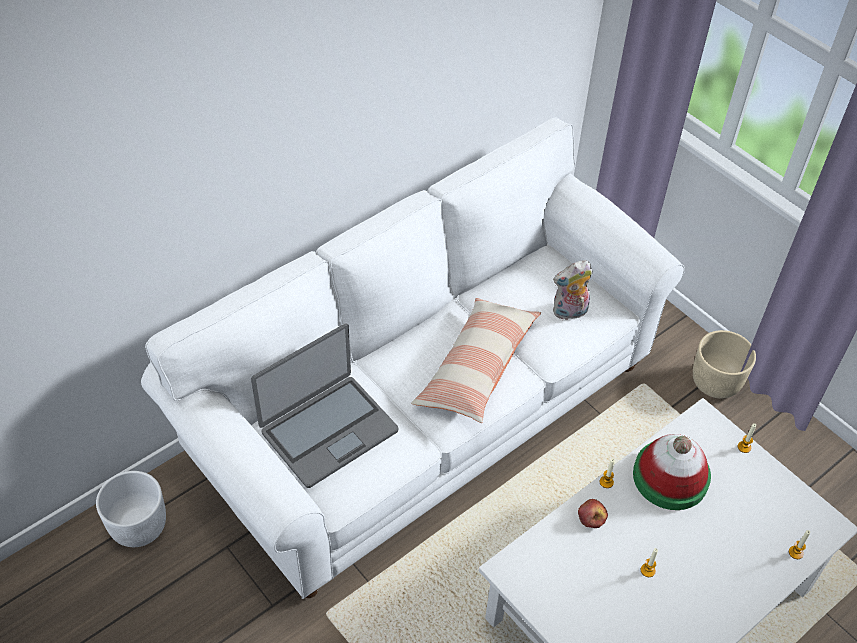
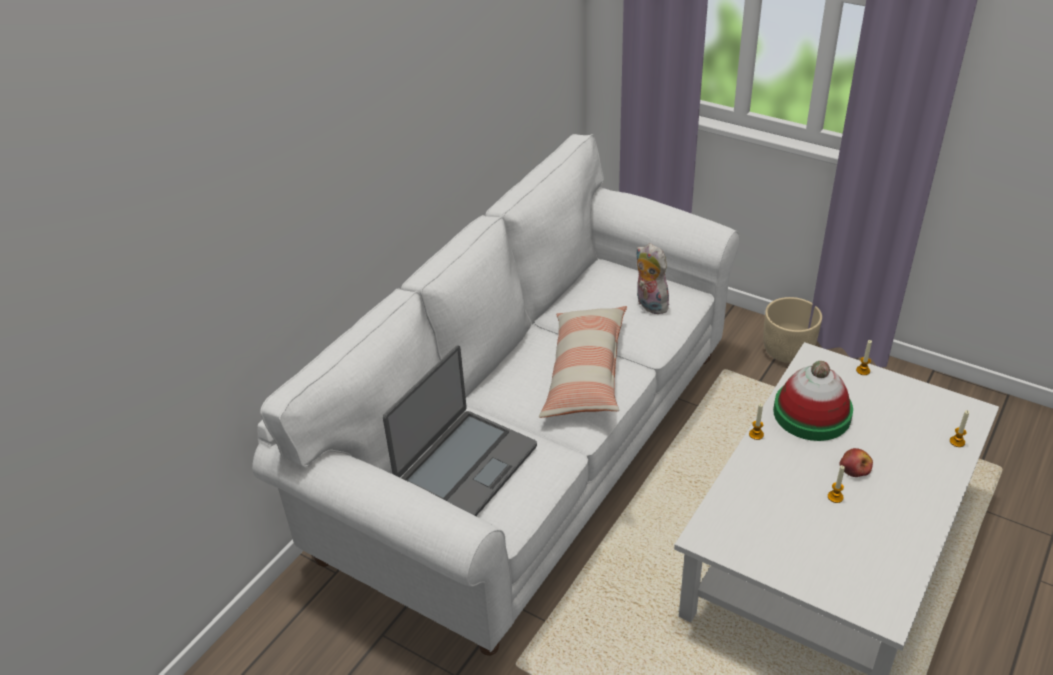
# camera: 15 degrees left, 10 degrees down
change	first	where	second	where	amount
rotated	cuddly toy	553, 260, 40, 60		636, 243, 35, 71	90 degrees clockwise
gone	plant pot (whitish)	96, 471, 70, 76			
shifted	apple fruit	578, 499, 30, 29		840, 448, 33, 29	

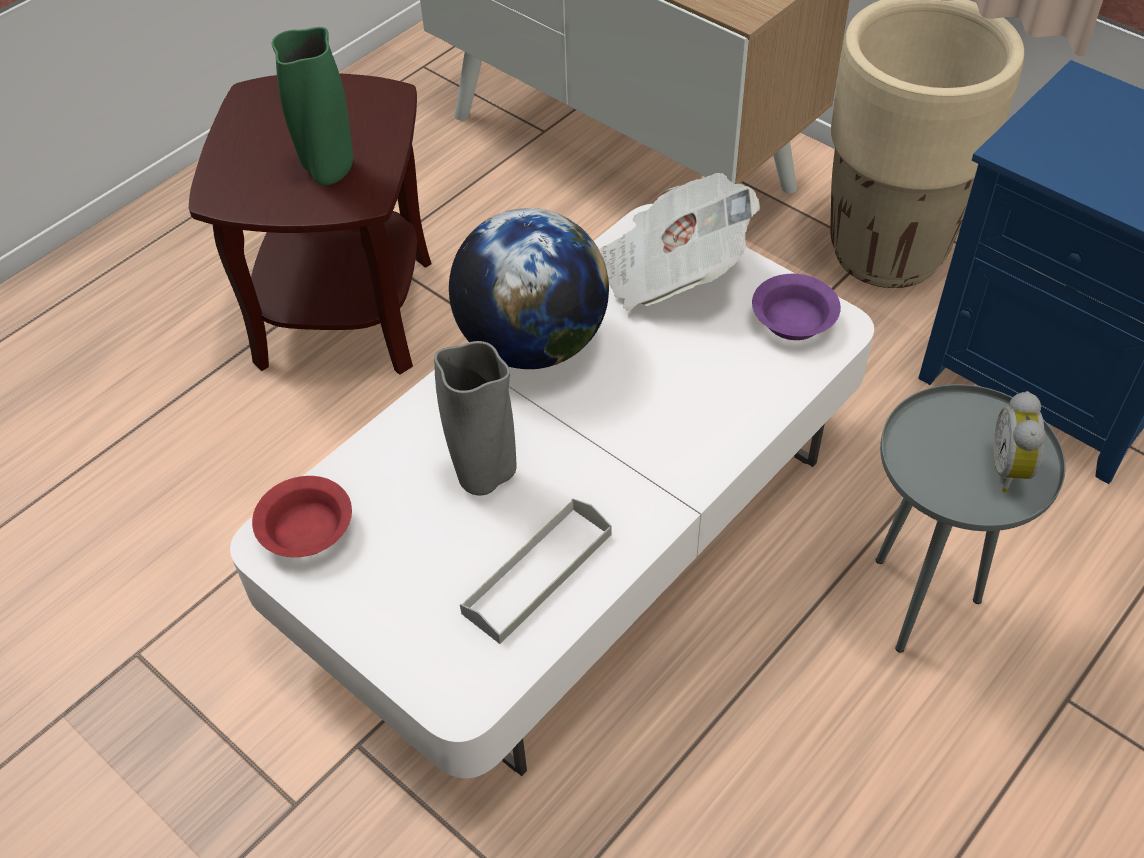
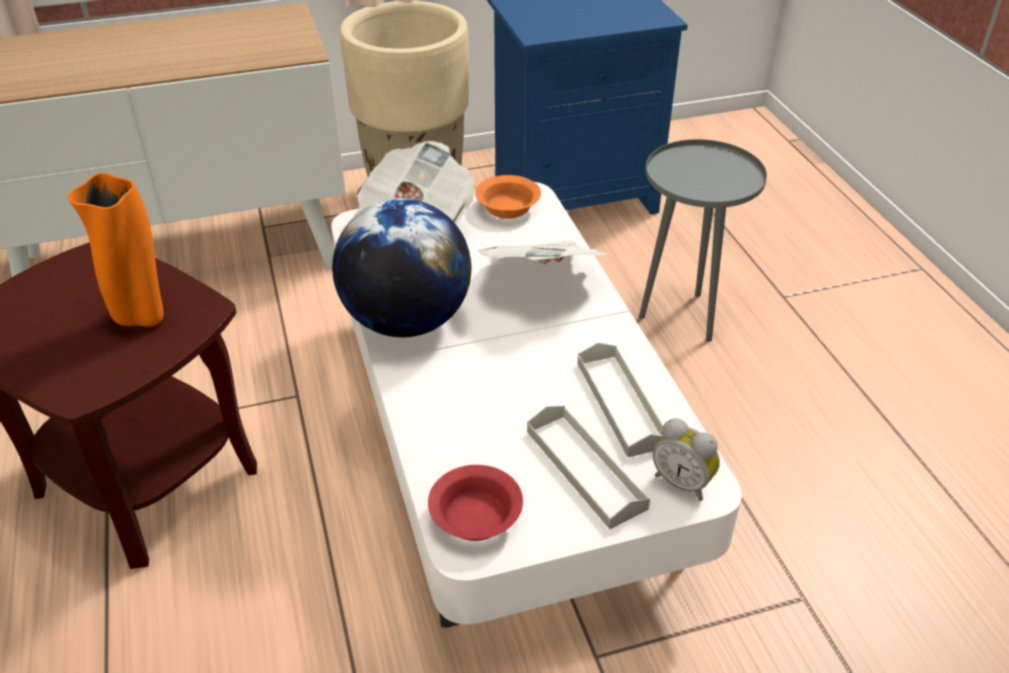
# camera: 60 degrees left, 10 degrees down
change	first	where	second	where	amount
repainted	vase (greenish)	272, 27, 81, 158	vase (orange)	68, 173, 96, 154	
repainted	serving bowl (purple-coloured)	752, 274, 89, 66	serving bowl (orange)	475, 175, 66, 44	
gone	vase (grey)	434, 341, 83, 154			
shifted	bedside clock	994, 391, 52, 101		653, 418, 67, 83	
new			newspaper	478, 241, 131, 23	
new			tray (grey)	527, 406, 123, 123	

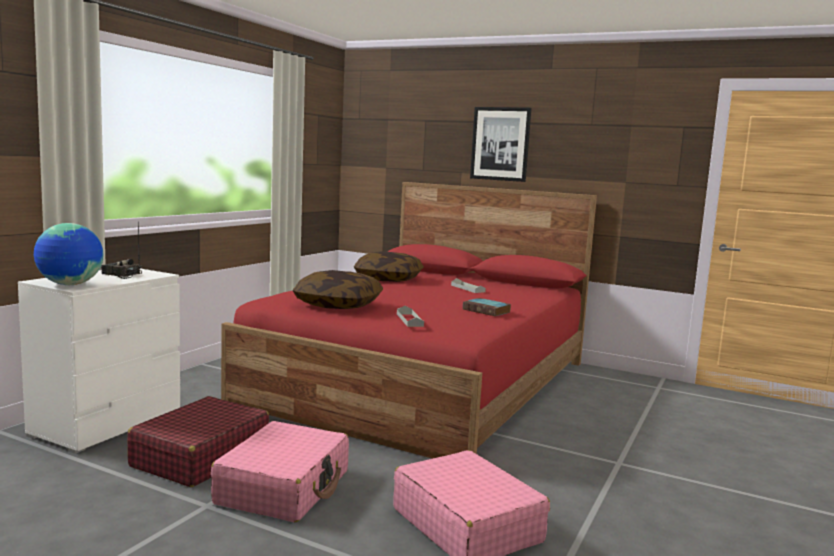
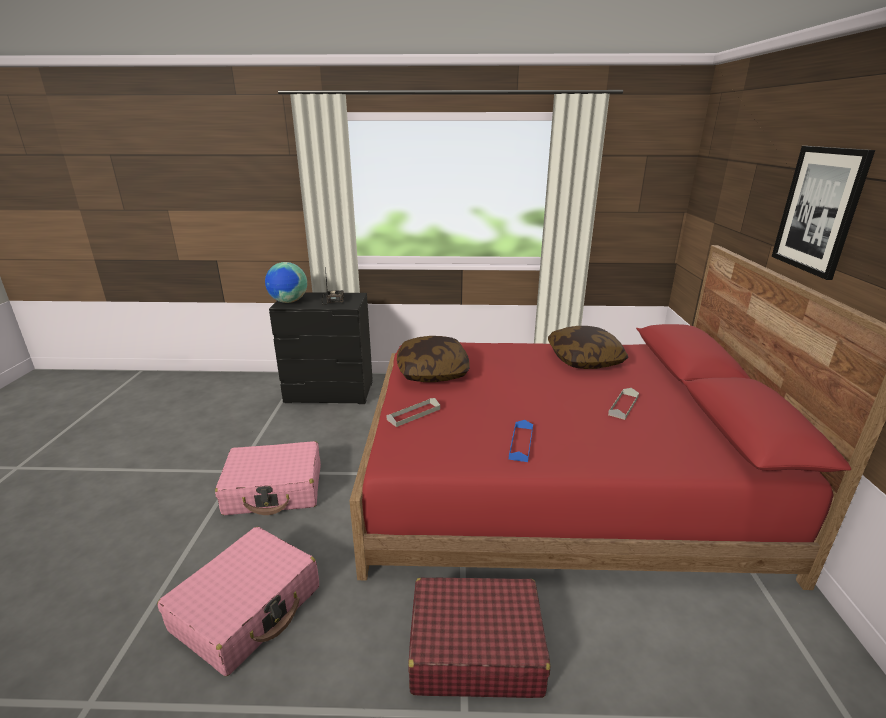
# camera: 65 degrees right, 15 degrees up
change	first	where	second	where	amount
repainted	dresser (whitish)	18, 269, 162, 185	dresser (blackish)	269, 292, 104, 112	
swapped	book	463, 298, 48, 18	tray (blue)	509, 420, 24, 42	
shifted	suitcase (reddish)	127, 396, 142, 91		408, 578, 143, 120	

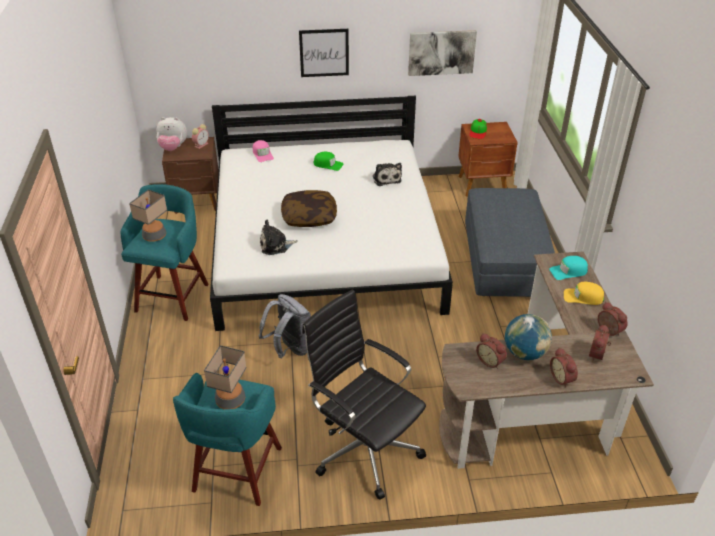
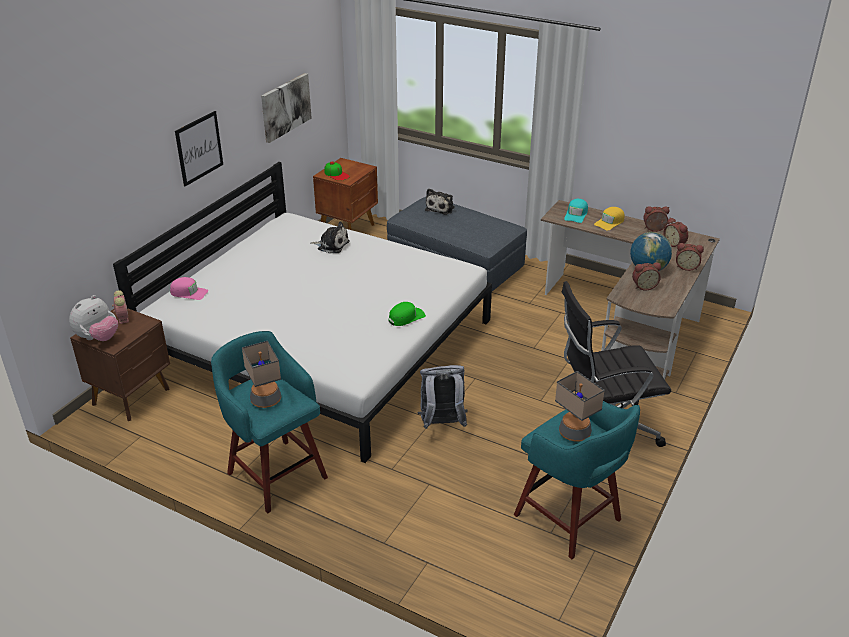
# camera: 55 degrees left, 5 degrees down
change	first	where	second	where	amount
shifted	cap (greenish)	313, 152, 30, 19		389, 302, 37, 24	
gone	throw pillow	281, 190, 56, 37			
shifted	cuddly toy	260, 219, 38, 36		425, 188, 30, 27	

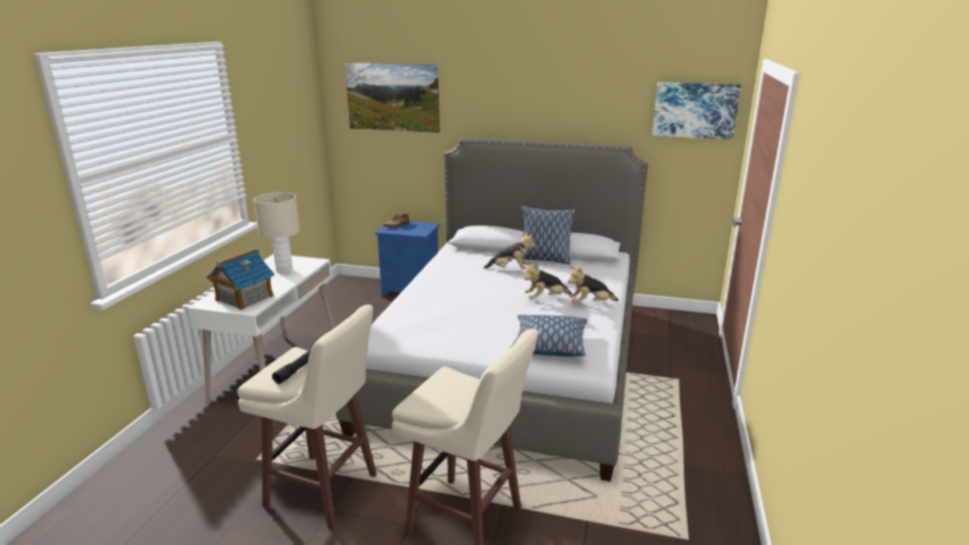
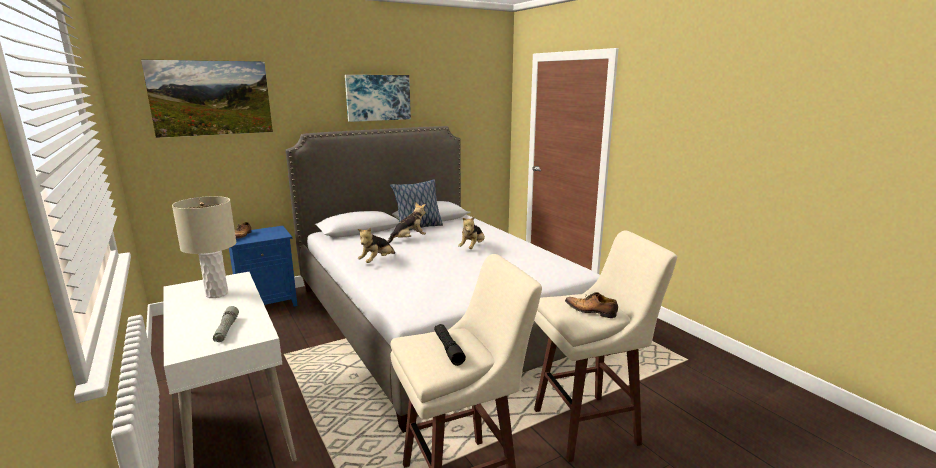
# camera: 45 degrees left, 5 degrees down
change	first	where	second	where	amount
shifted	wall picture	652, 82, 89, 57		345, 75, 66, 47	
swapped	miniature house	207, 248, 67, 62	flashlight (grey)	213, 306, 26, 36	
shifted	cuddly toy	568, 266, 51, 38		358, 227, 37, 36	
gone	throw pillow	510, 315, 77, 42			
new			item of footwear	565, 292, 53, 26	

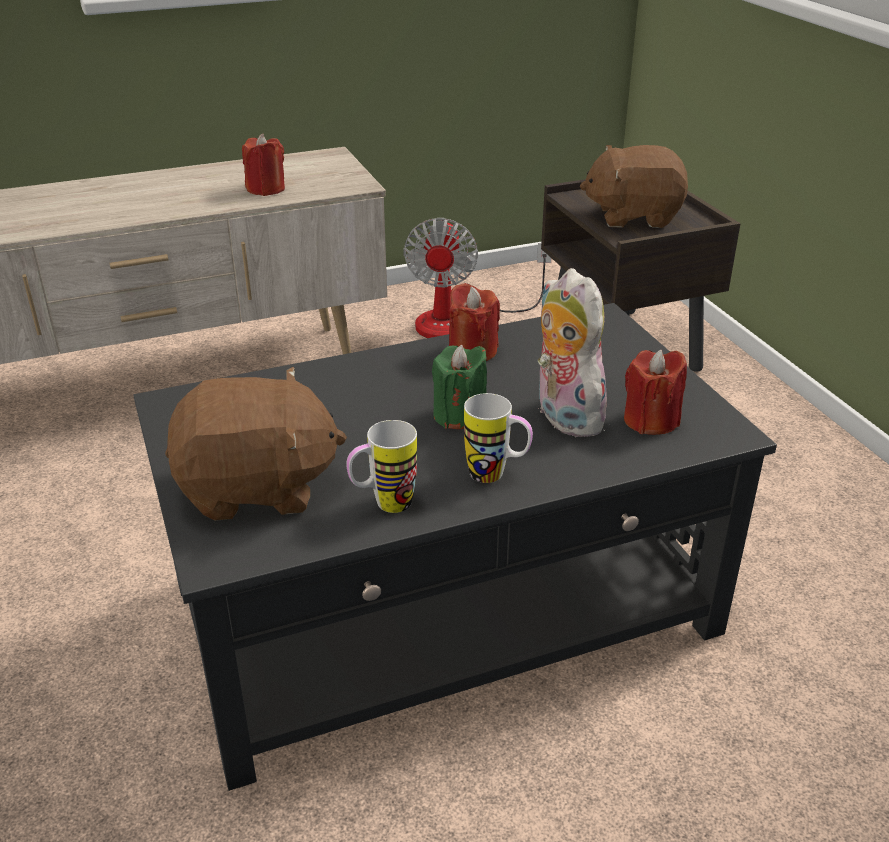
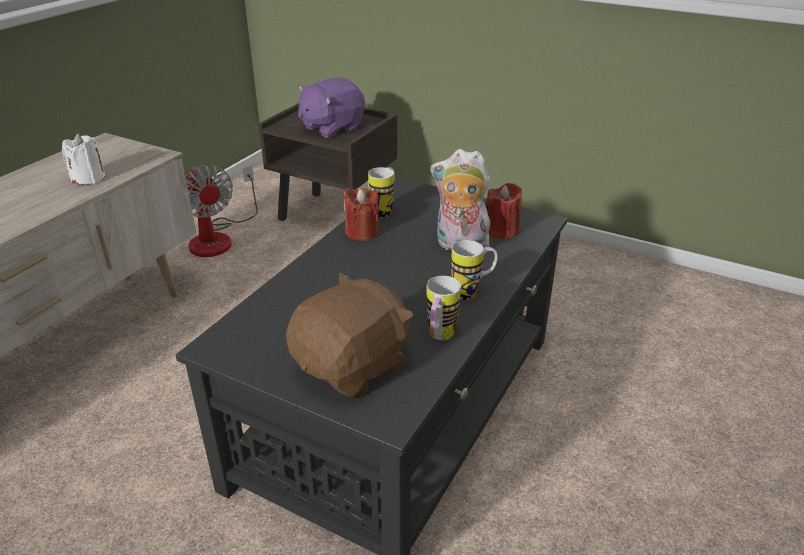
# camera: 40 degrees left, 0 degrees up
change	first	where	second	where	amount
repainted	wax candle (reddish)	242, 134, 43, 62	wax candle (whitish)	62, 133, 44, 52	
repainted	cuddly toy (brown-coloured)	580, 145, 108, 83	cuddly toy (purple-coloured)	298, 77, 67, 61	
gone	wax candle (greenish)	432, 345, 55, 84			
new			tea mug	368, 167, 26, 51	

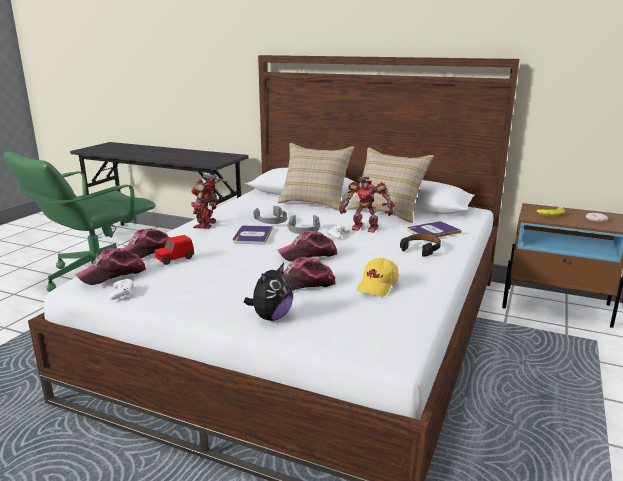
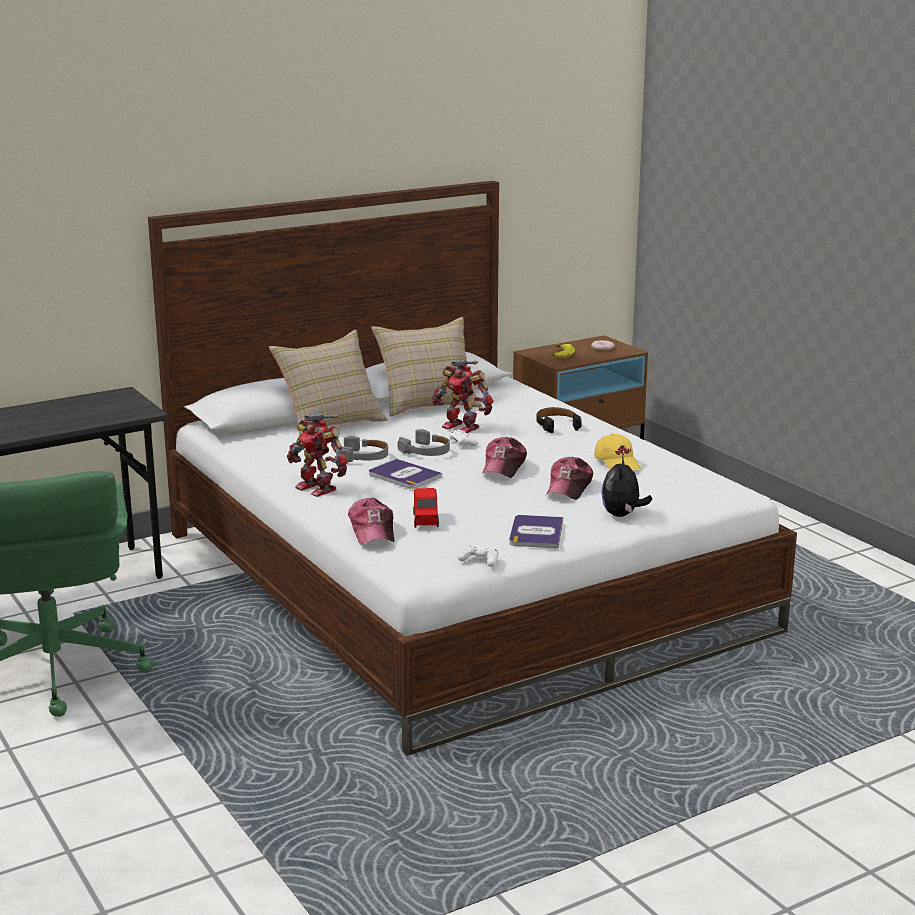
# camera: 55 degrees left, 0 degrees up
change	first	where	second	where	amount
rotated	robot figure	339, 177, 56, 56		432, 361, 62, 72	75 degrees clockwise
shifted	book	407, 221, 54, 16		509, 515, 54, 33	
gone	cap	75, 248, 71, 37			
rotated	cuddly toy	244, 263, 49, 58		601, 456, 51, 61	150 degrees counterclockwise

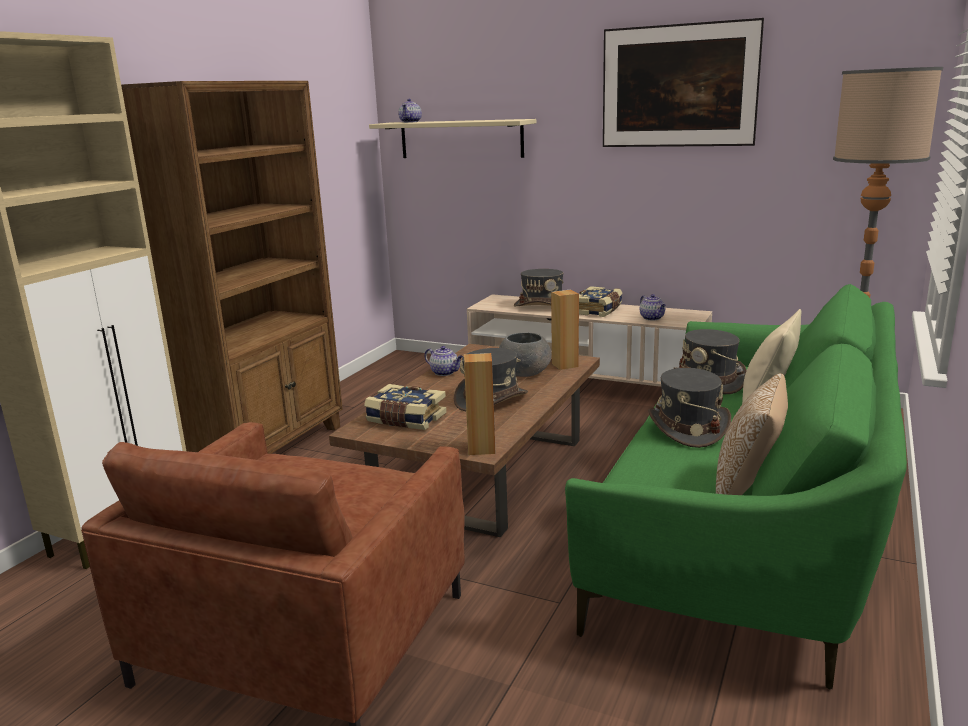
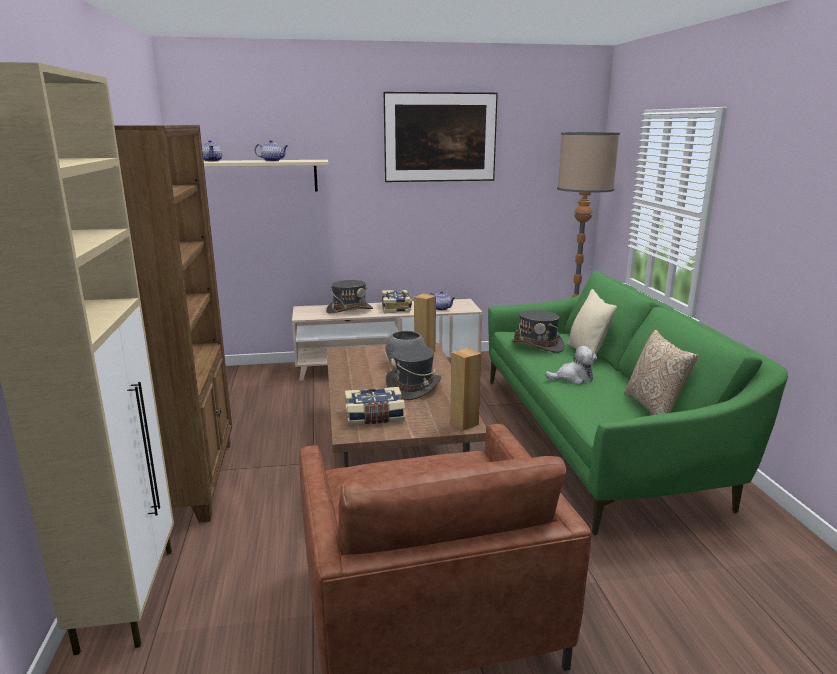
# camera: 35 degrees left, 0 degrees up
change	first	where	second	where	amount
shifted	teapot	425, 346, 38, 30		255, 140, 33, 21	
swapped	hat (grey)	648, 368, 83, 80	cuddly toy	545, 346, 52, 38	

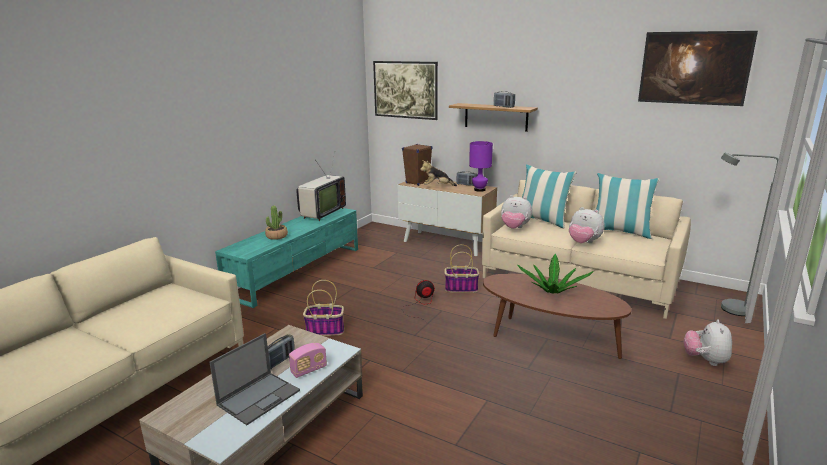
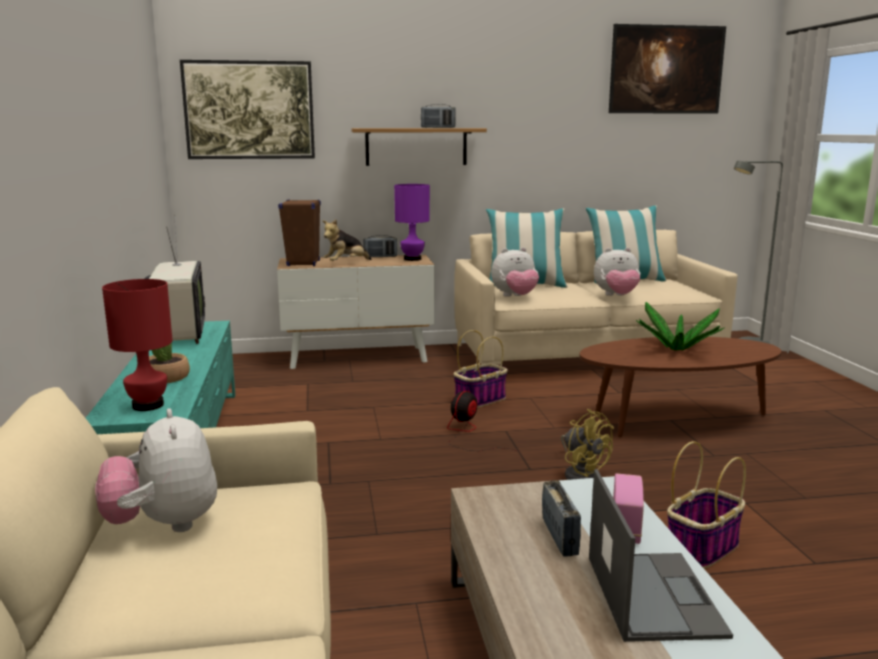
# camera: 40 degrees left, 5 degrees down
change	first	where	second	where	amount
shifted	household basket	303, 280, 41, 56		667, 441, 79, 128	
shifted	cuddly toy	684, 319, 48, 47		95, 408, 122, 124	
new			table lamp (reddish)	102, 279, 71, 132	
new			electric fan (yellowish)	561, 409, 53, 71	

